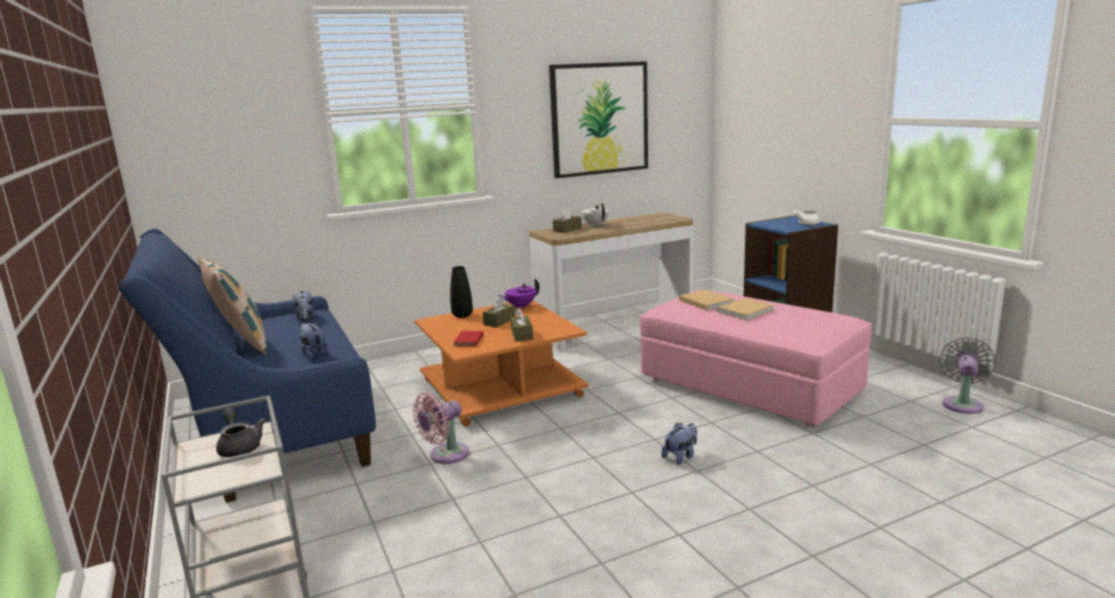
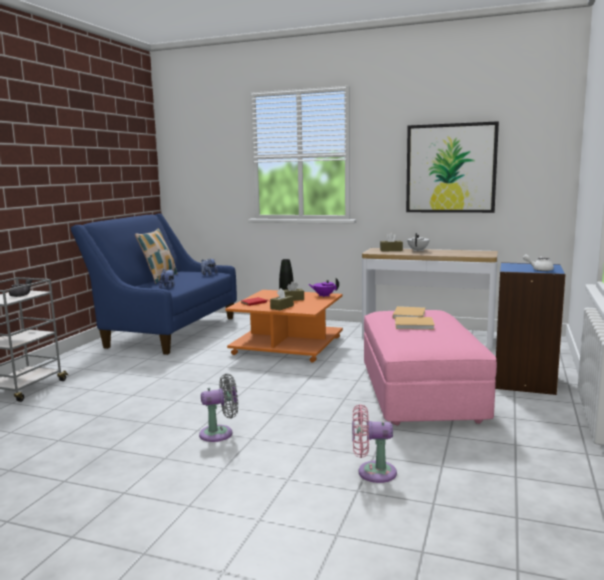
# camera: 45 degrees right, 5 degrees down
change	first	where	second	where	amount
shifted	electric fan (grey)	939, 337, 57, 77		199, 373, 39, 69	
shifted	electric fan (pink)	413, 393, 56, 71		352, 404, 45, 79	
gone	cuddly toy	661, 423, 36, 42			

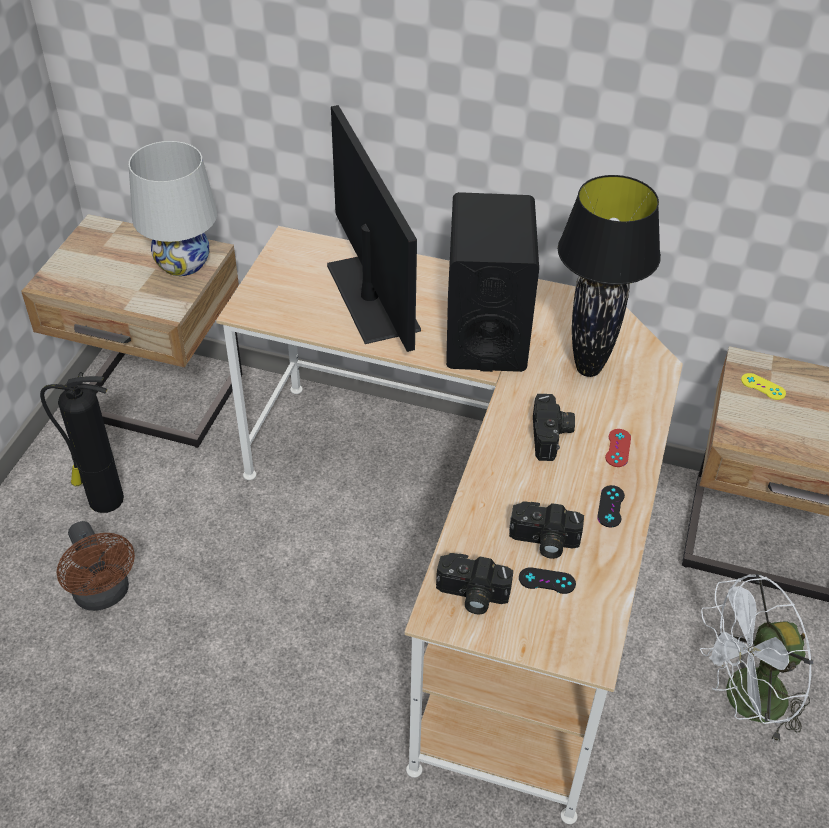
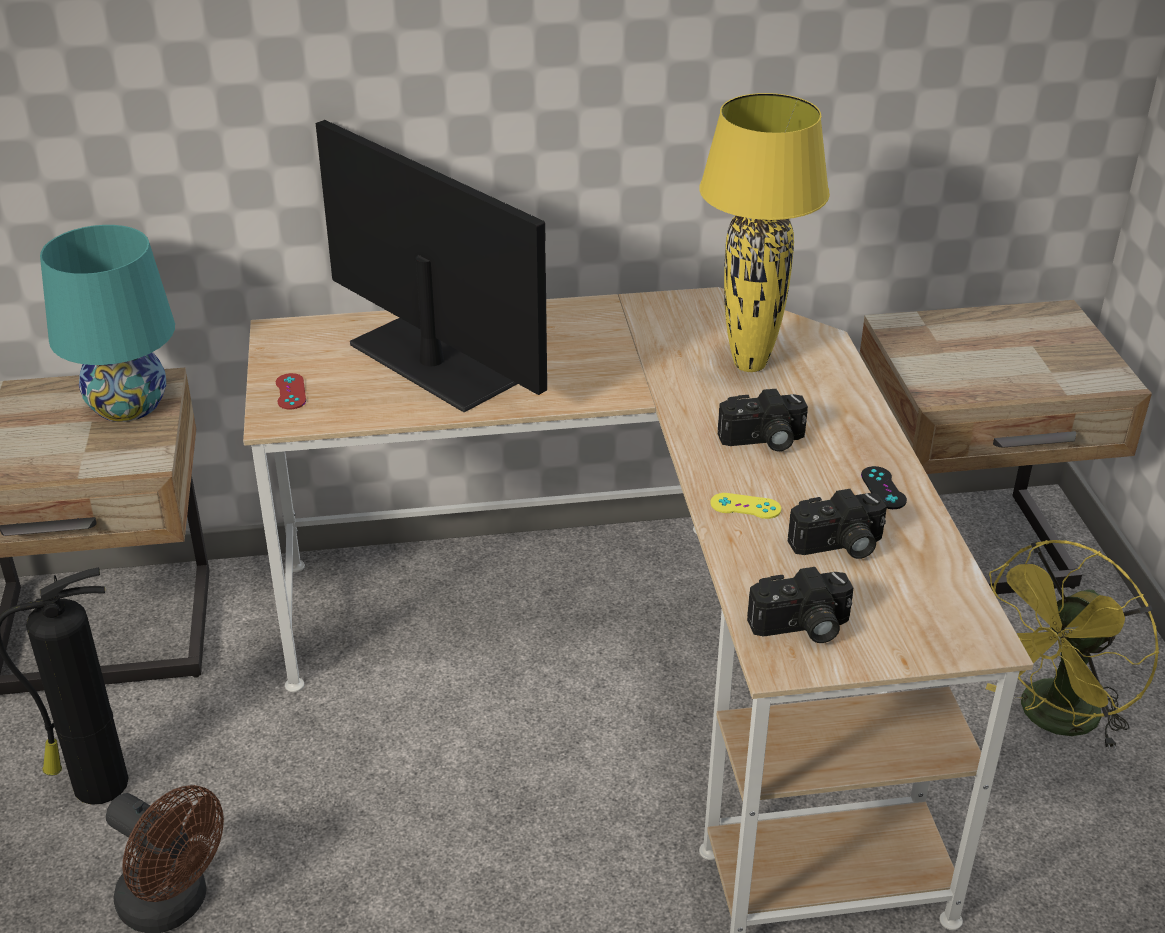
# camera: 25 degrees left, 10 degrees down
change	first	where	second	where	amount
repainted	table lamp (whitish)	129, 141, 88, 135	table lamp (blue-green)	40, 225, 135, 197	
repainted	table lamp (blackish)	558, 175, 103, 202	table lamp (yellowish)	699, 93, 131, 279	
gone	loudspeaker (blackish)	446, 192, 93, 180			
shifted	joypad (yellowish)	741, 373, 45, 27		710, 493, 71, 26	
rotated	photo camera	533, 394, 42, 67		718, 389, 90, 62	105 degrees clockwise
shifted	joypad (reddish)	605, 429, 26, 38		276, 373, 30, 37	
gone	joypad (blackish)	519, 567, 57, 27			
repainted	electric fan (whitish)	700, 574, 113, 170	electric fan (yellowish)	985, 540, 174, 211	

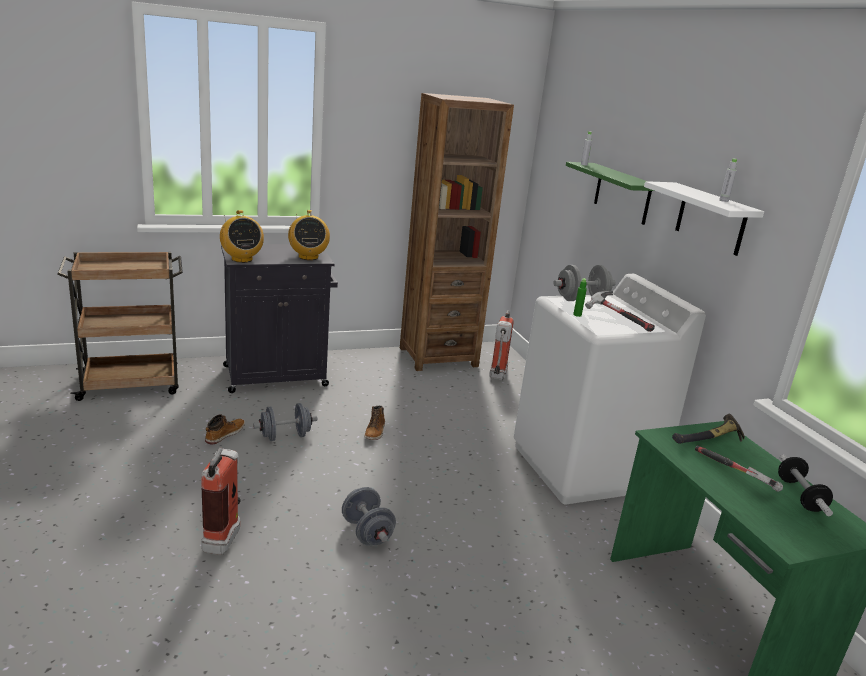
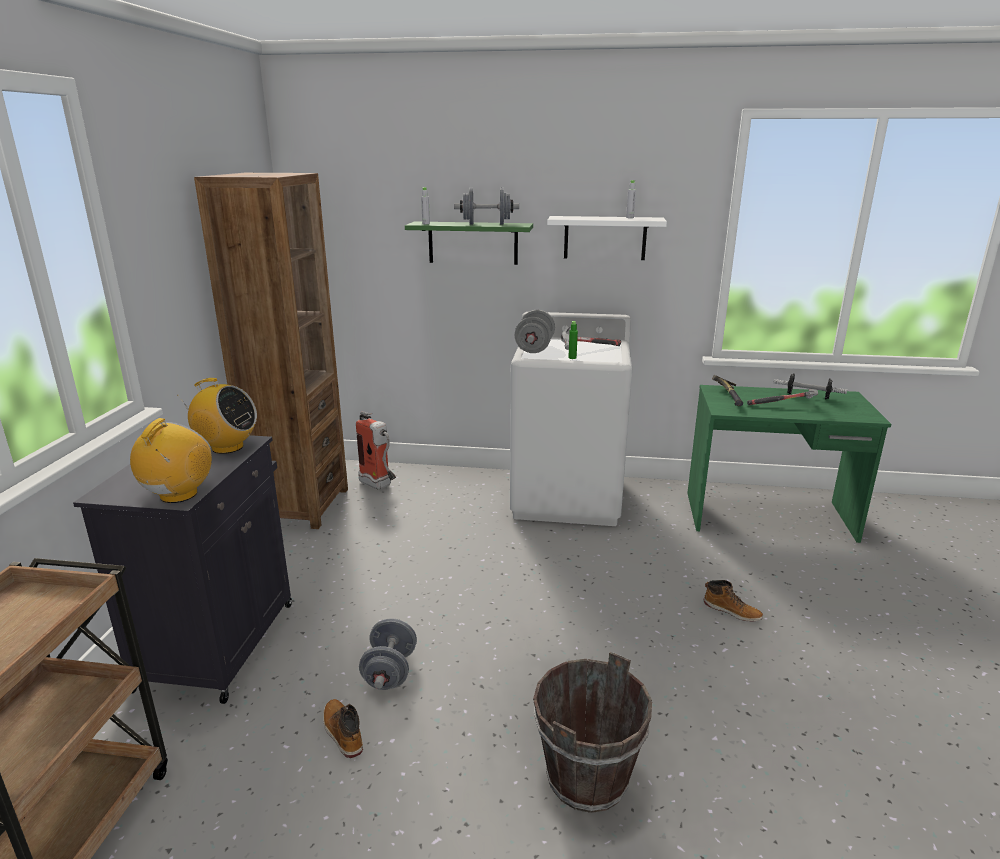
# camera: 60 degrees left, 0 degrees up
change	first	where	second	where	amount
rotated	radio set	220, 210, 44, 53		130, 418, 82, 85	75 degrees counterclockwise
shifted	tall boot	365, 406, 20, 34		704, 580, 59, 42	
swapped	extinguisher	201, 448, 40, 107	water bucket (brown-coloured)	533, 652, 119, 161	
shifted	hand weight (grey)	342, 487, 54, 59		454, 188, 65, 36	

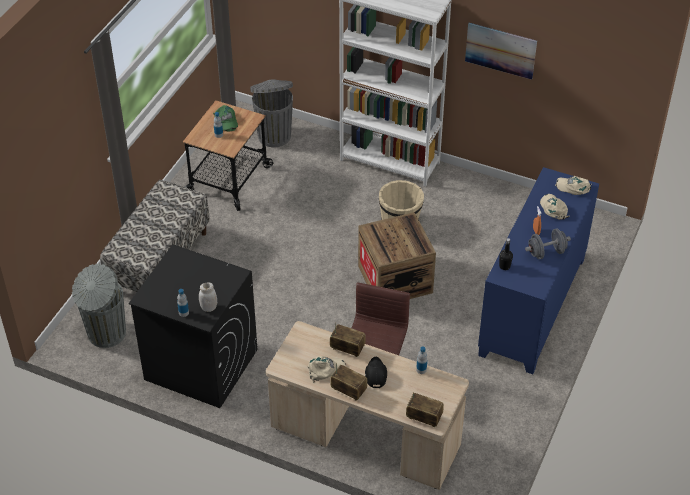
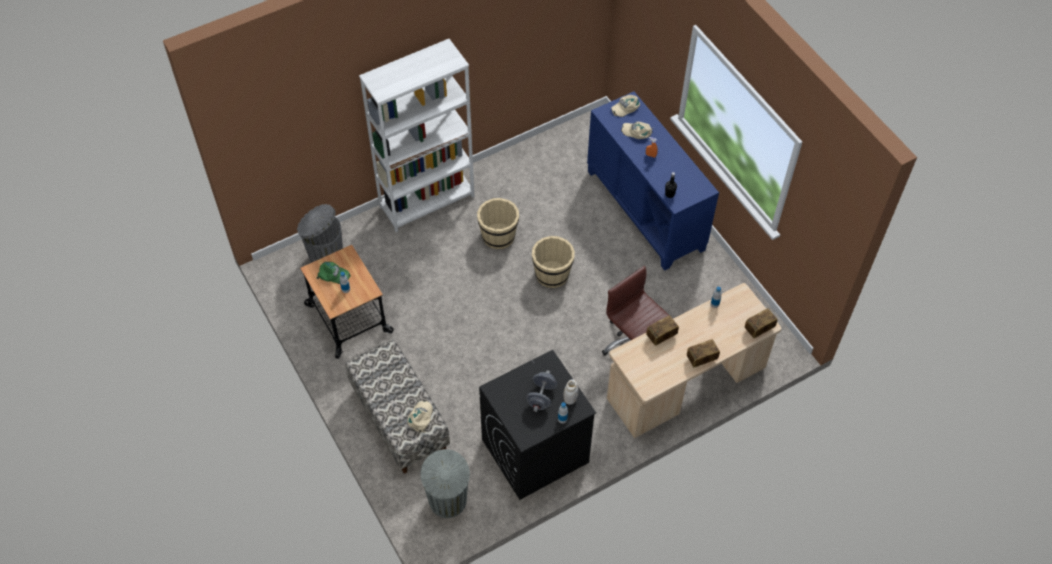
# camera: 55 degrees left, 10 degrees up
change	first	where	second	where	amount
gone	wall picture	465, 23, 72, 57			
swapped	packing crate	358, 212, 78, 87	water bucket (sand-coloured)	532, 236, 43, 52	
shifted	hand weight (grey)	525, 228, 46, 31		526, 370, 31, 42	
shifted	cap (sand-coloured)	307, 356, 39, 26		407, 401, 26, 32	
gone	cap (blackish)	365, 357, 22, 31			

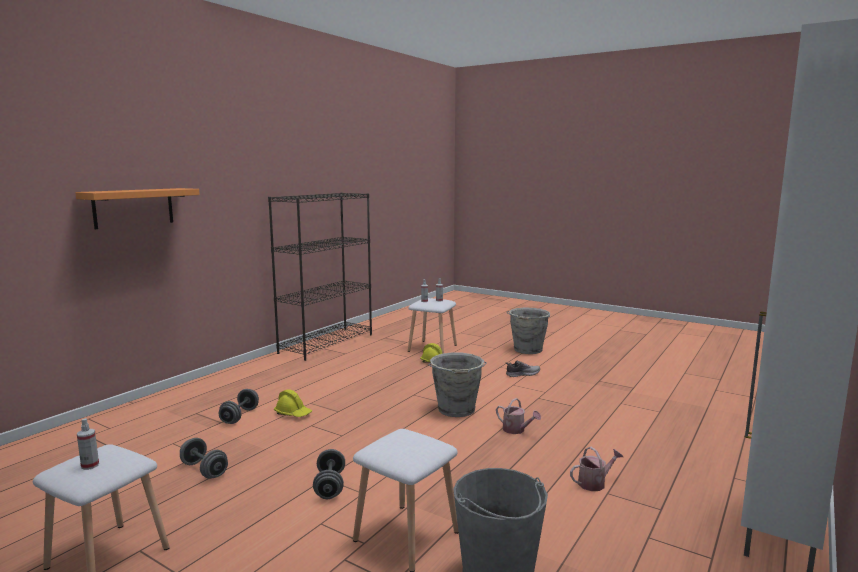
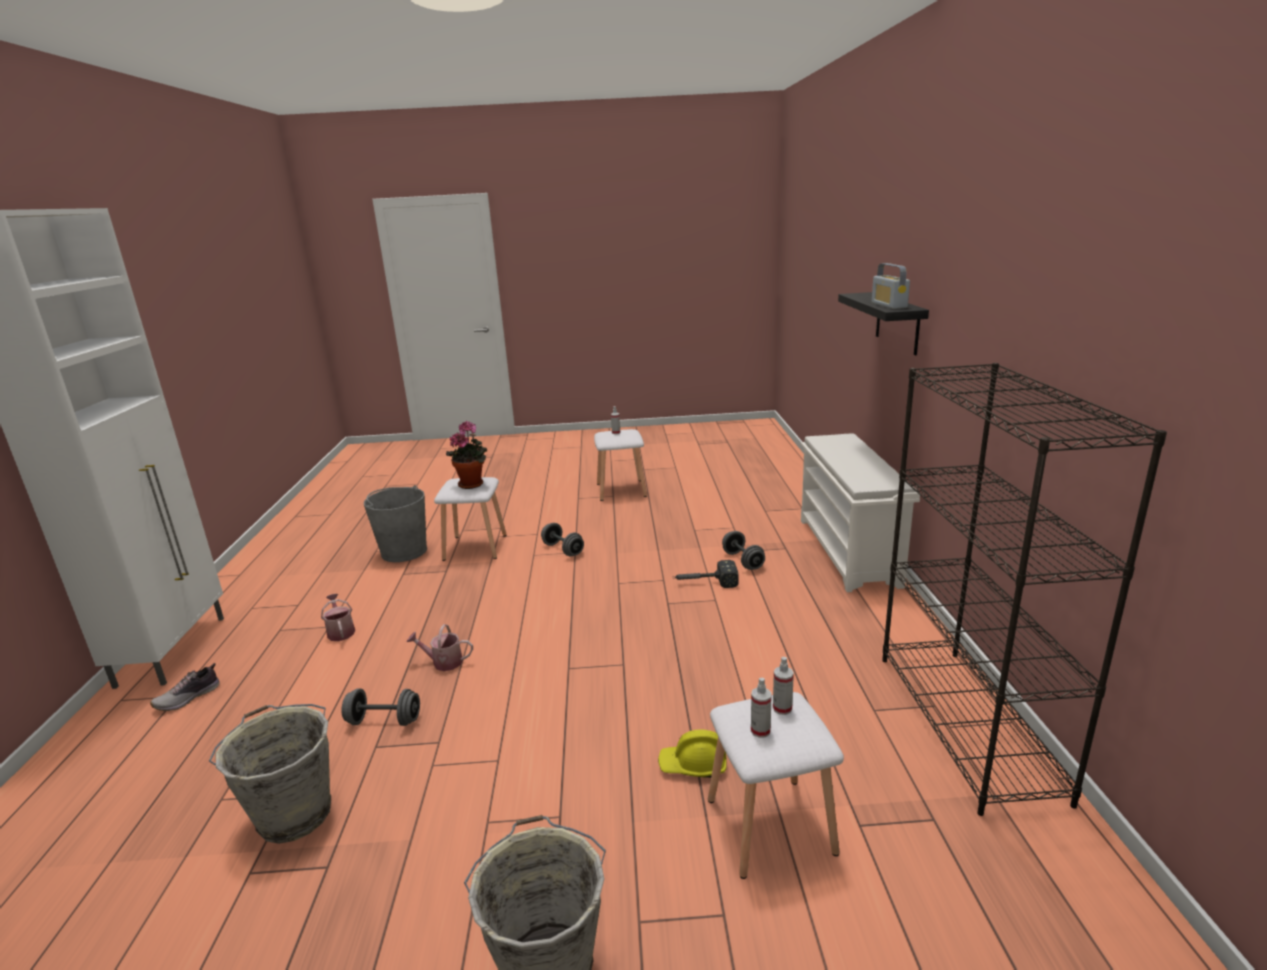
# camera: 145 degrees right, 10 degrees up
change	first	where	second	where	amount
repainted	wall shelf (orange)	75, 188, 125, 41	wall shelf (blackish)	838, 292, 91, 63	
shifted	water bucket (grey)	428, 353, 59, 64		209, 704, 122, 140	
shifted	item of footwear	506, 361, 34, 16		150, 663, 70, 48	
swapped	safety helmet (yellowish)	274, 389, 38, 28	hand hammer	672, 560, 67, 28	
shifted	hand weight (grey)	180, 438, 48, 41		341, 689, 79, 37	
rotated	watering can	570, 447, 53, 44		321, 594, 34, 47	120 degrees clockwise
new			radio set	872, 263, 38, 46	
new			potted plant	446, 421, 41, 68	
new			shoe rack (whitish)	801, 434, 119, 158	

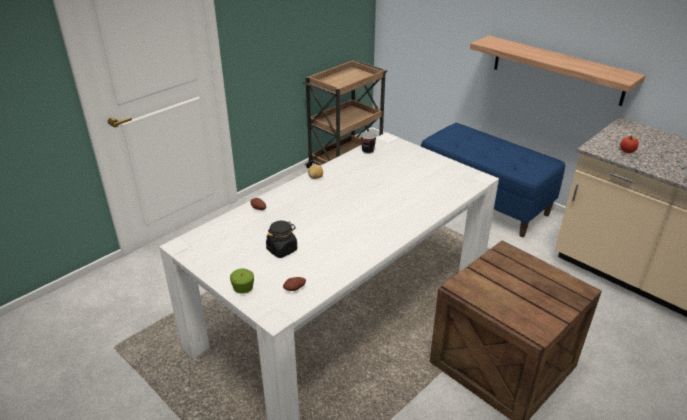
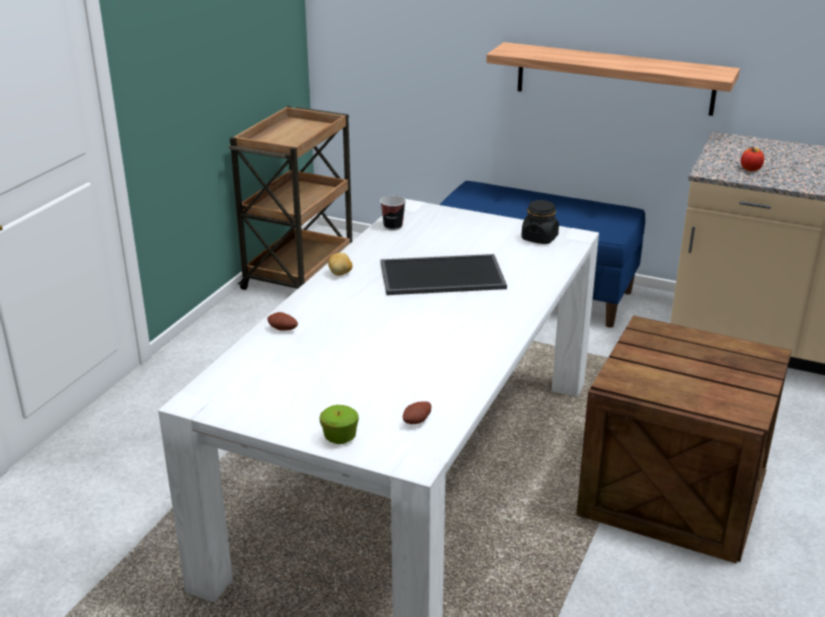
# camera: 20 degrees left, 5 degrees down
change	first	where	second	where	amount
shifted	jar (blackish)	266, 221, 31, 37		521, 200, 38, 44	
new			tray	381, 254, 126, 41	

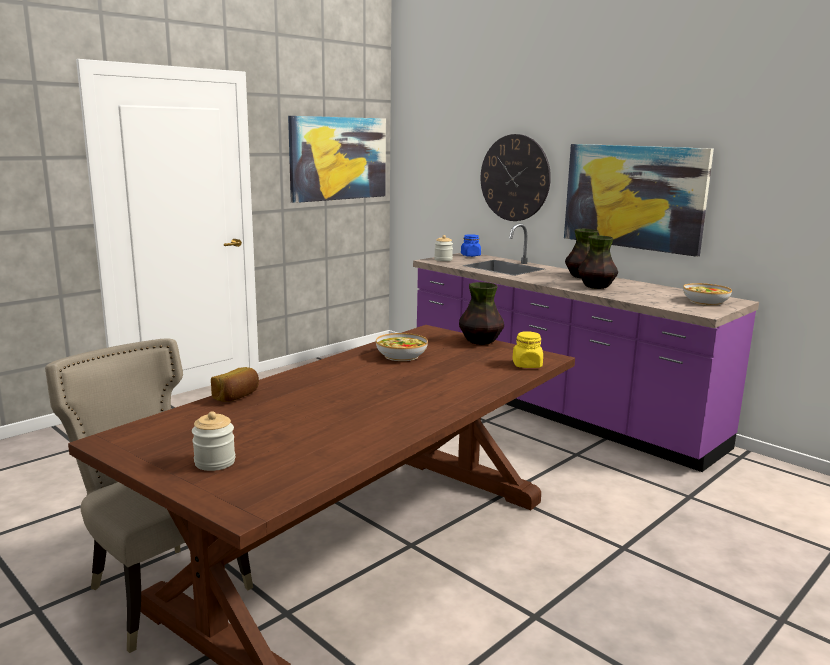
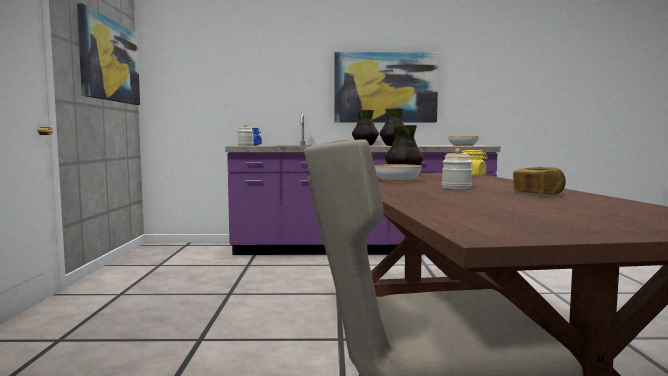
# camera: 45 degrees left, 10 degrees down
change	first	where	second	where	amount
gone	wall clock	481, 134, 70, 87			
shifted	bakery bread	211, 367, 48, 35		513, 167, 53, 28	
shifted	jar	192, 411, 43, 60		442, 148, 30, 41	

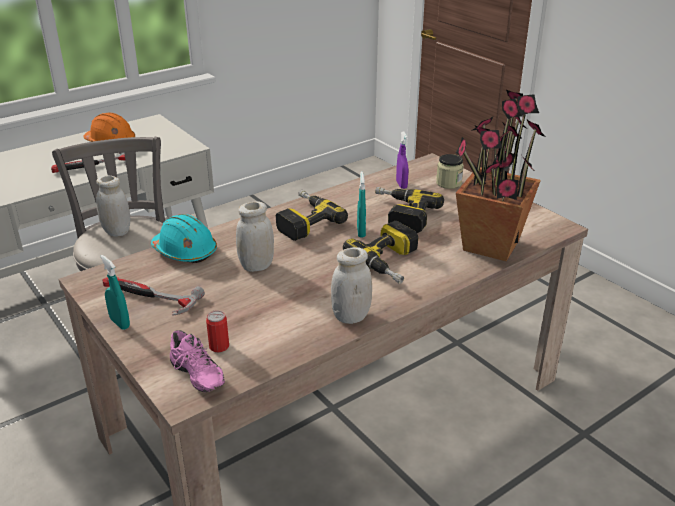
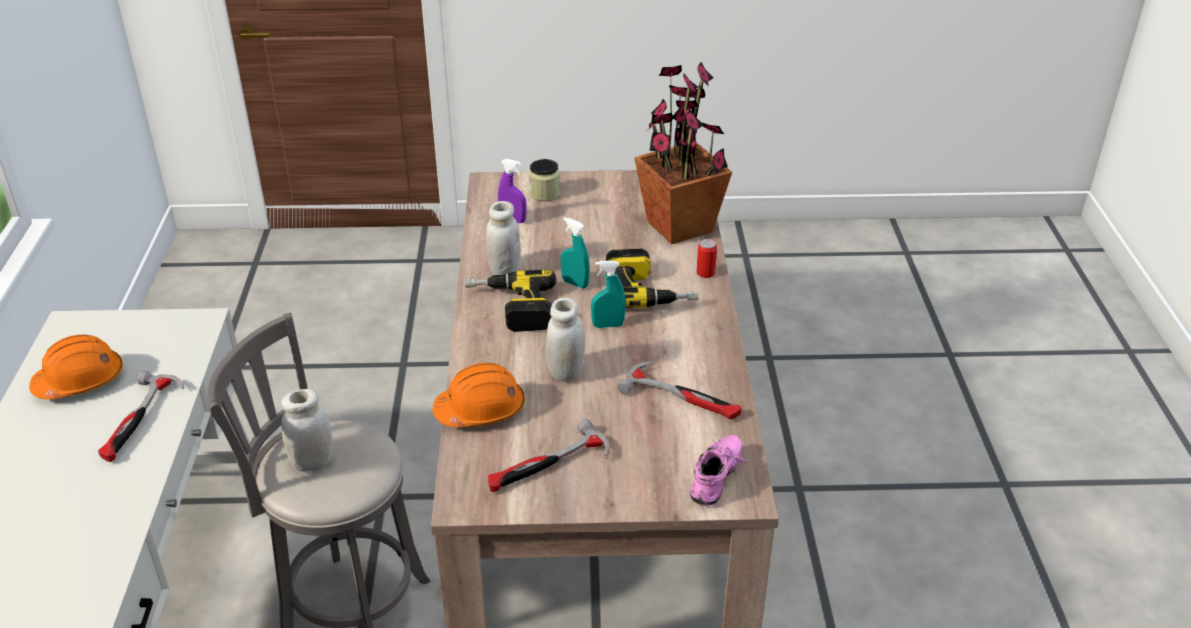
# camera: 55 degrees left, 5 degrees up
change	first	where	second	where	amount
gone	electric drill	375, 187, 69, 46			
repainted	safety helmet (blue-green)	151, 214, 66, 49	safety helmet (orange)	432, 363, 93, 64	
shifted	jar (whitish)	331, 247, 41, 77		485, 201, 36, 74	
shifted	sprayer (blue-green)	100, 255, 30, 75		591, 260, 35, 68	
shifted	sealed can	206, 310, 23, 42		697, 239, 20, 39	
rotated	item of footwear (pink)	170, 330, 55, 62		690, 435, 56, 71	60 degrees counterclockwise
new			hand hammer	617, 361, 125, 58	

